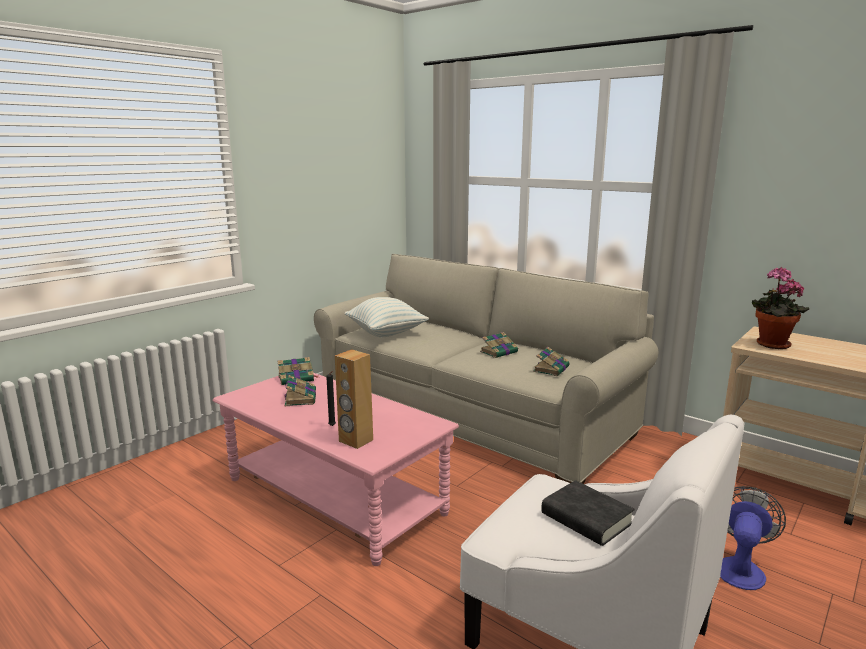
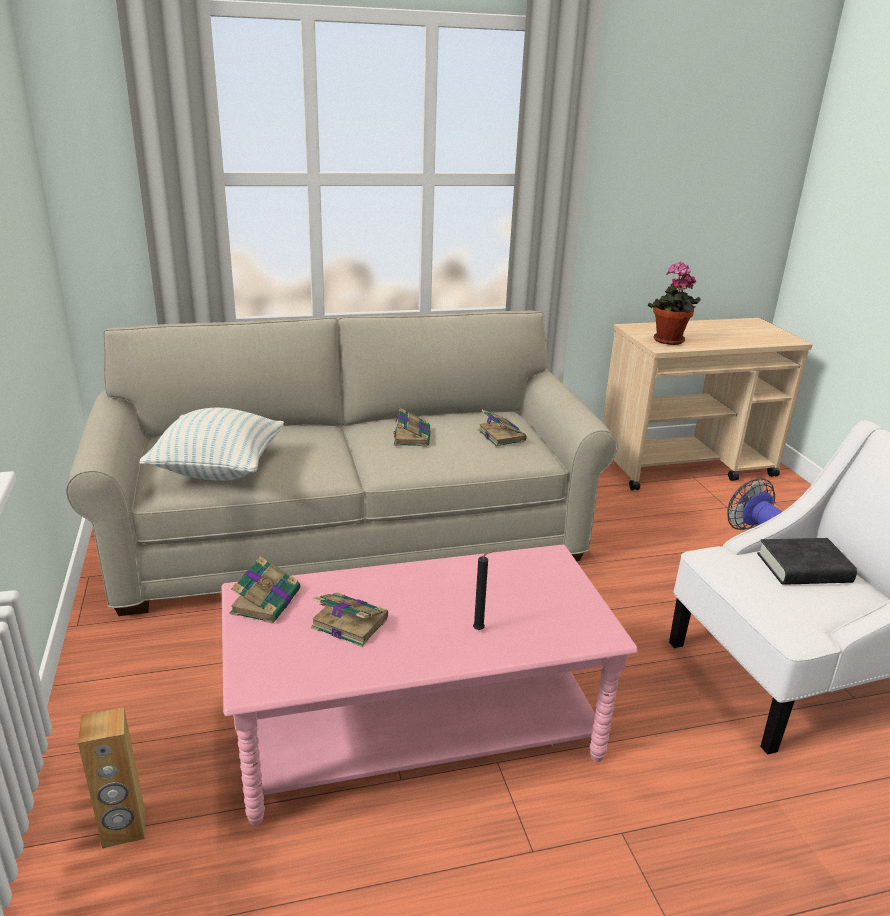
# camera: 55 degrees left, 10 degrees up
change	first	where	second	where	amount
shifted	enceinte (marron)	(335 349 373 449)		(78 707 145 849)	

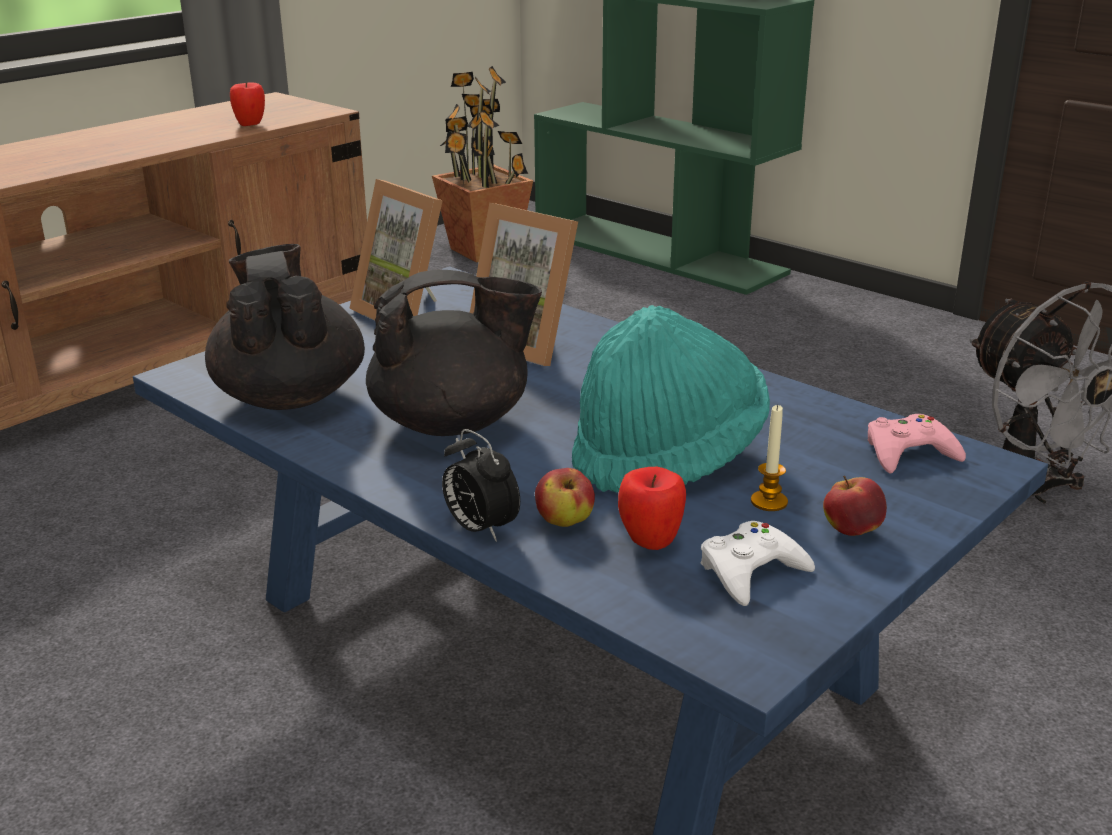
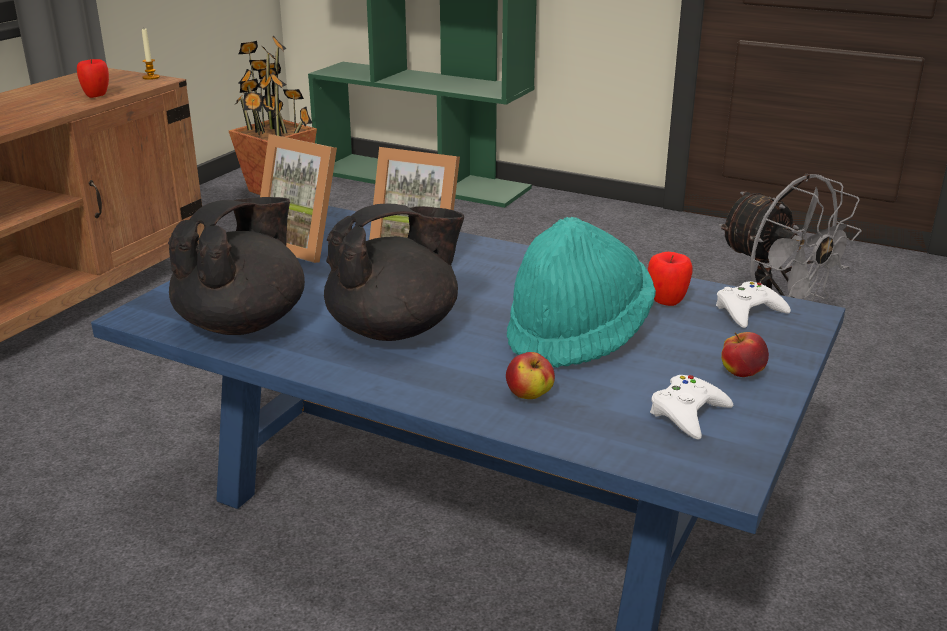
# camera: 15 degrees left, 0 degrees up
change	first	where	second	where	amount
shifted	bougie	(751 404 788 511)		(142 28 160 80)	
rotated	théière (noir)	(205 244 365 410)		(168 197 305 335)	60 degrees clockwise
shifted	pomme	(618 467 686 550)		(648 252 692 306)	
repainted	manette (rose)	(868 414 966 473)	manette (blanc)	(716 281 791 328)	
gone	réveil	(442 429 520 542)			

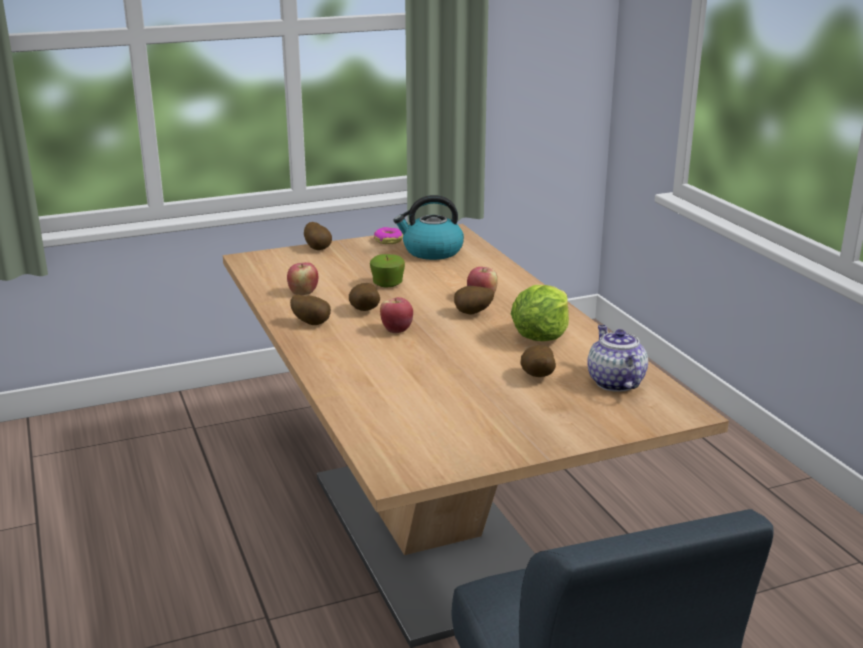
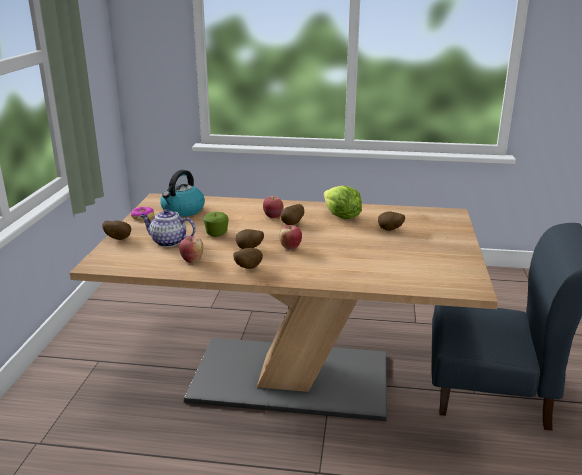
# camera: 60 degrees left, 0 degrees up
change	first	where	second	where	amount
shifted	théière	(587 325 648 392)		(140 209 196 247)	

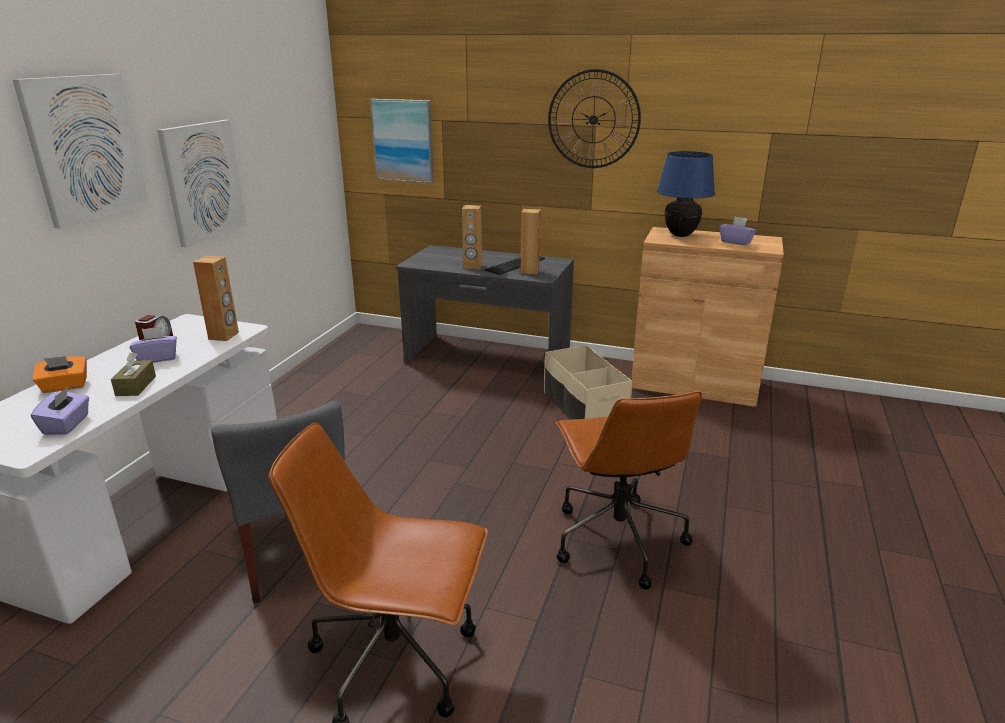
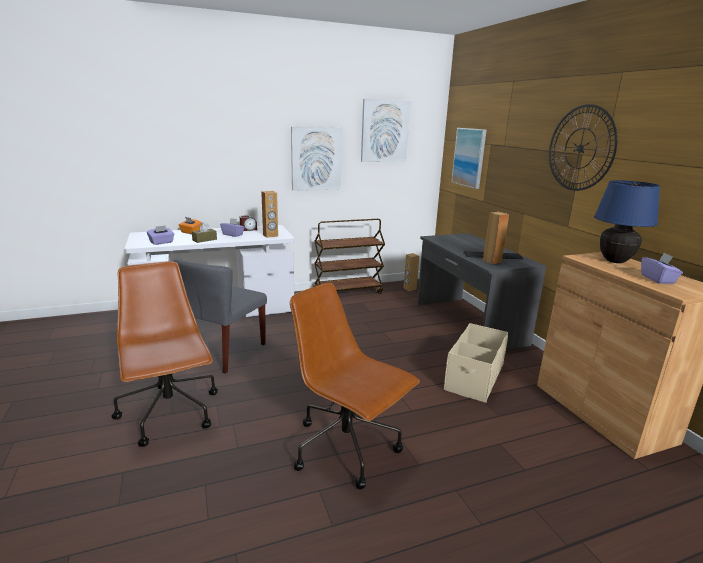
# camera: 50 degrees right, 5 degrees down
change	first	where	second	where	amount
rotated	chaise de bureau (marron)	(556 391 702 590)		(290 283 420 490)	90 degrees clockwise
new			chariot (marron)	(313 219 385 294)	
shifted	tableau	(12 74 149 229)		(361 99 410 162)	
shifted	enceinte (marron)	(462 205 483 269)		(404 253 419 291)	

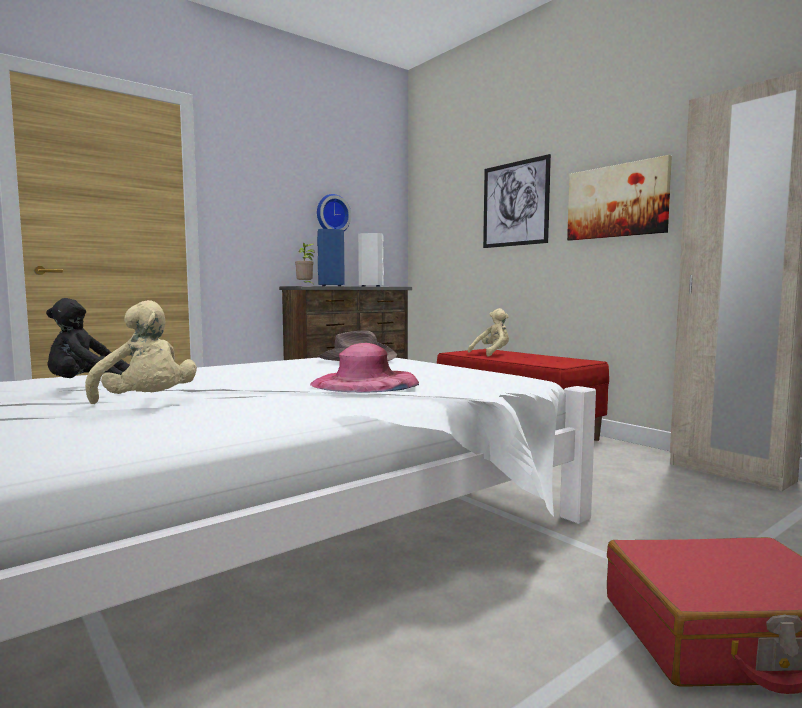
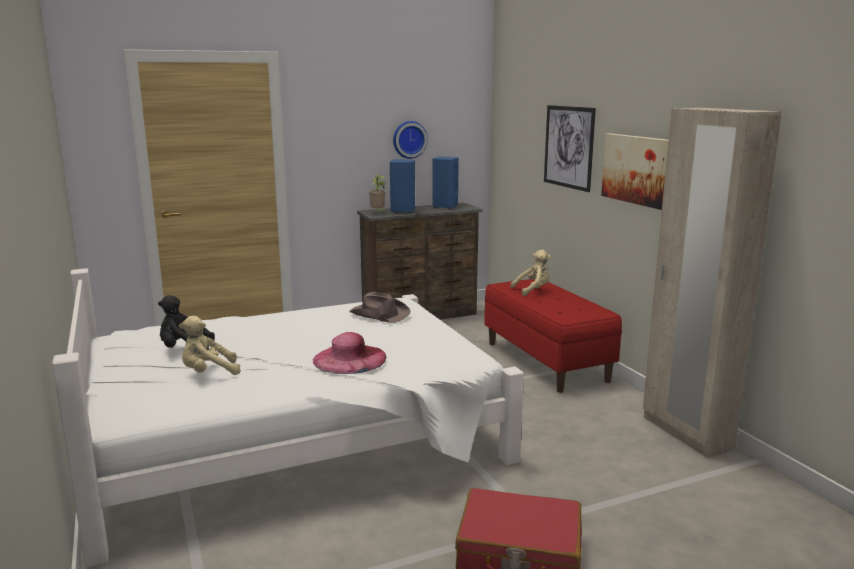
# camera: 15 degrees right, 10 degrees up
change	first	where	second	where	amount
rotated	peluche (beige)	(85 300 197 404)		(179 316 241 375)	105 degrees clockwise
repainted	enceinte (blanc)	(358 233 384 287)	enceinte (bleu)	(433 157 459 209)	

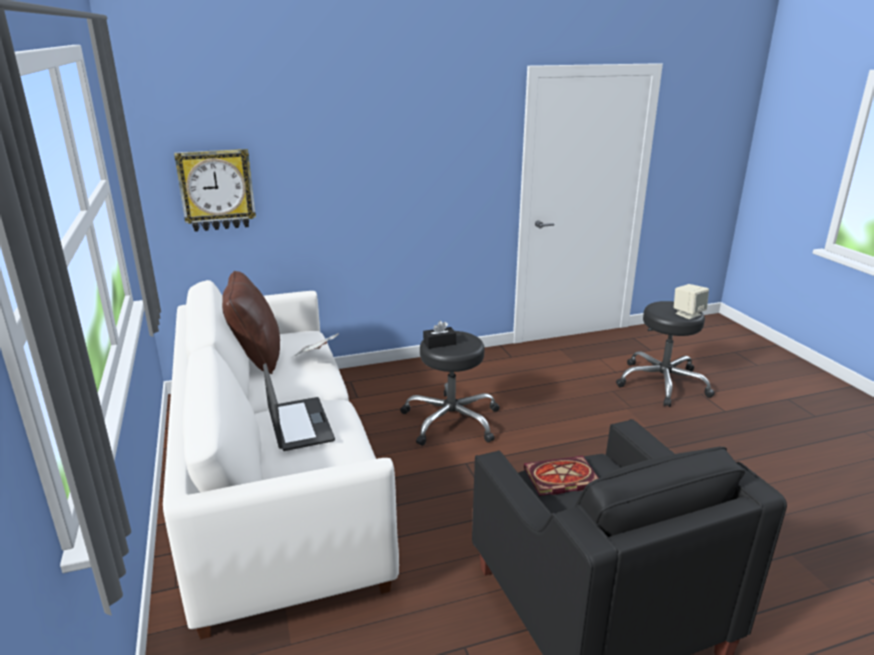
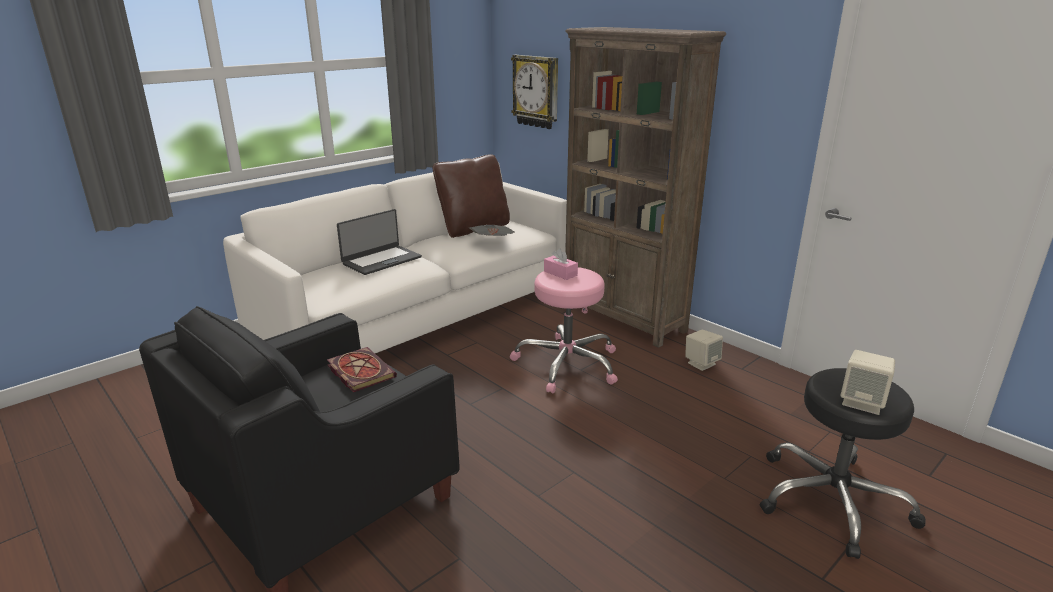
# camera: 65 degrees right, 0 degrees up
change	first	where	second	where	amount
repainted	tabouret (noir)	(400 331 500 446)	tabouret (rose)	(510 267 618 393)	
repainted	boîte à mouchoirs (noir)	(423 321 456 349)	boîte à mouchoirs (rose)	(544 248 578 280)	
new			bibliothèque (marron)	(565 27 726 348)	
new			enceinte (beige)	(685 329 723 371)	

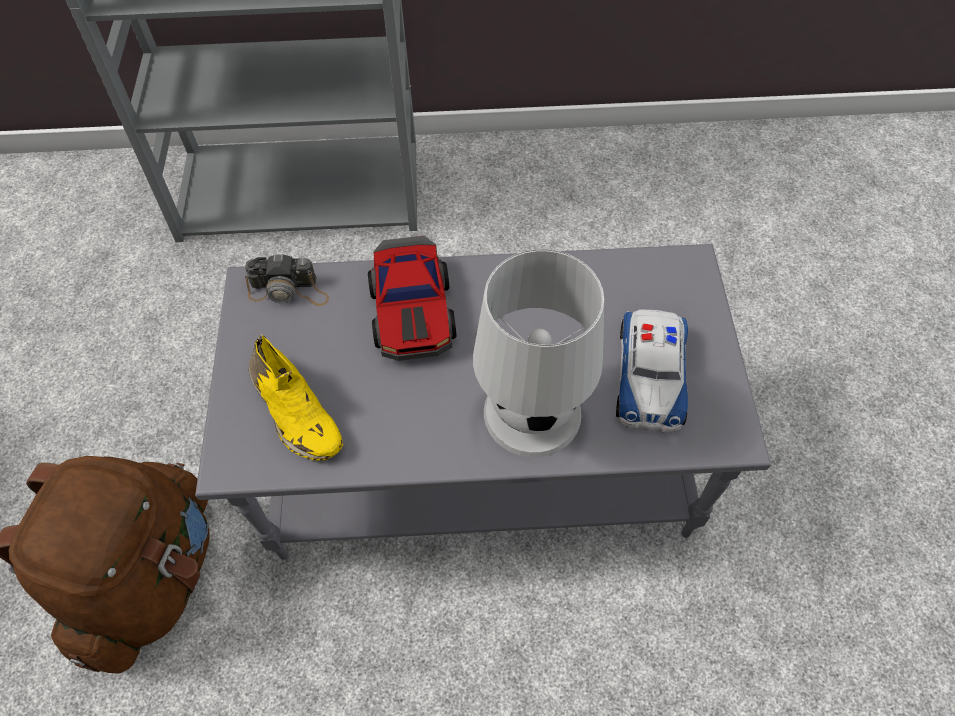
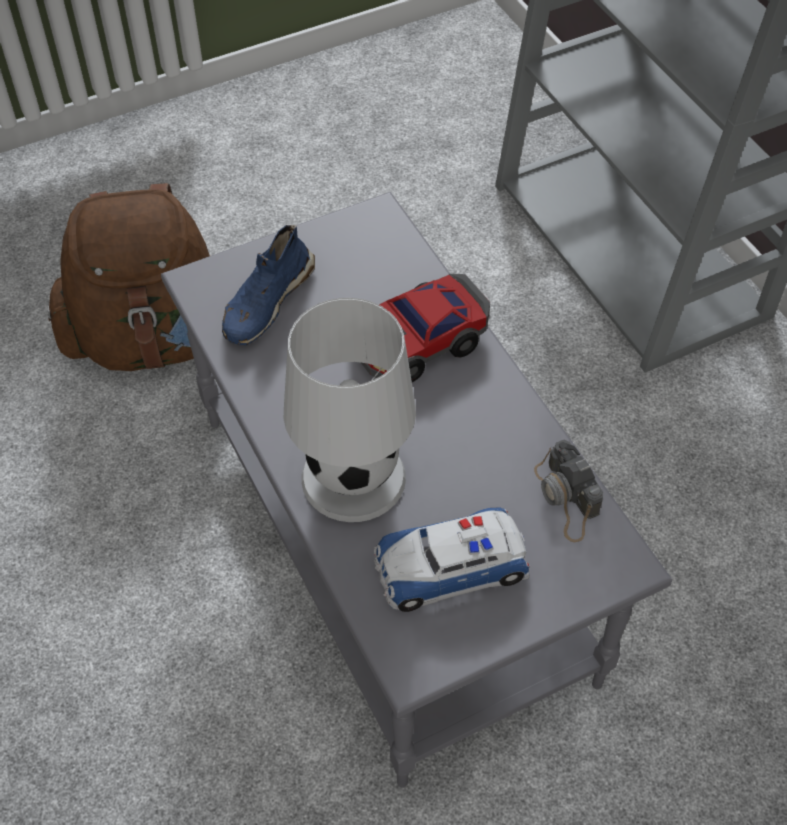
# camera: 65 degrees right, 5 degrees down
change	first	where	second	where	amount
repainted	chaussure (jaune)	(249 334 343 461)	chaussure (bleu)	(222 225 315 345)	
shifted	appareil photo	(245 254 329 306)		(534 439 603 542)	

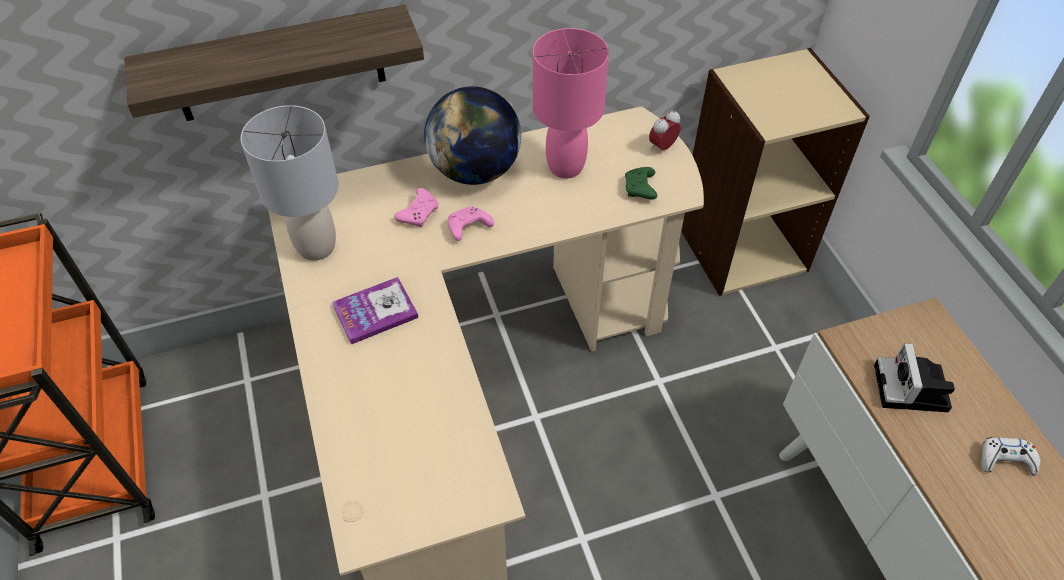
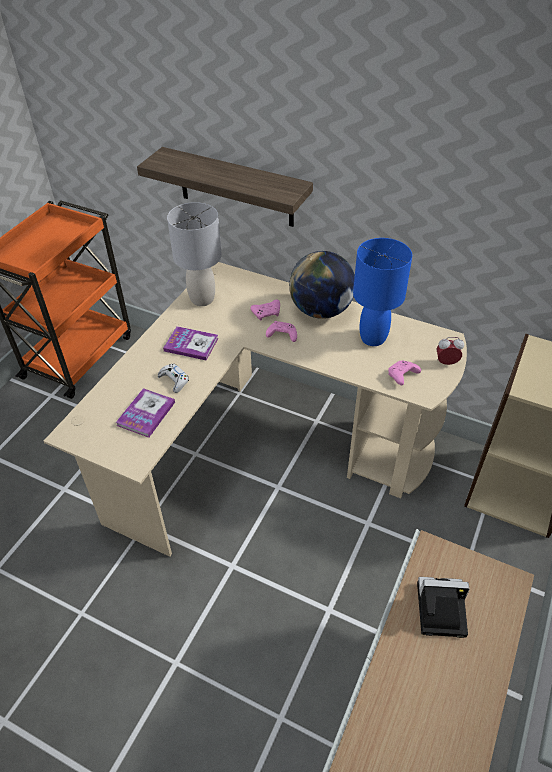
# camera: 45 degrees right, 5 degrees down
change	first	where	second	where	amount
new			livre	(116 388 175 438)	
shifted	manette (blanc)	(981 437 1040 476)		(158 364 189 393)	
repainted	lampe de table (rose)	(533 28 609 179)	lampe de table (bleu)	(353 238 412 346)	
repainted	manette (vert)	(625 167 657 200)	manette (rose)	(388 360 421 385)	
rotated	appareil photo	(874 343 955 412)		(417 577 470 638)	45 degrees clockwise

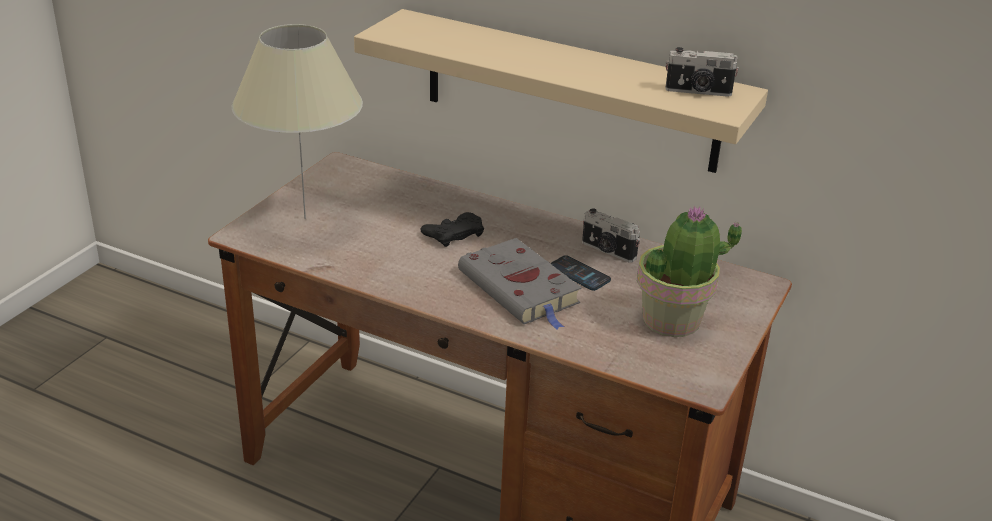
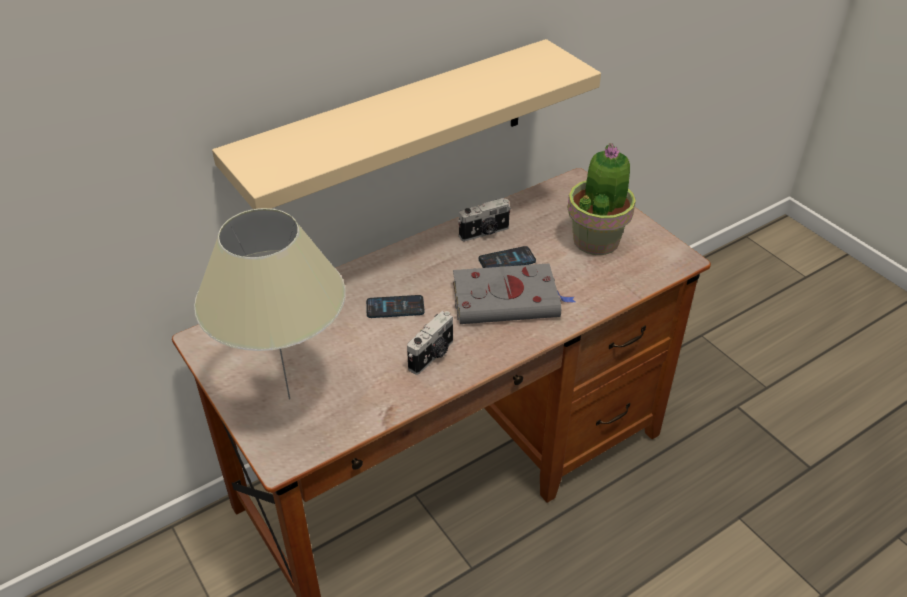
# camera: 60 degrees left, 10 degrees up
change	first	where	second	where	amount
swapped	manette (noir)	(420 212 484 247)	téléphone	(366 295 425 318)	
shifted	appareil photo	(665 47 739 97)		(407 311 453 375)	

